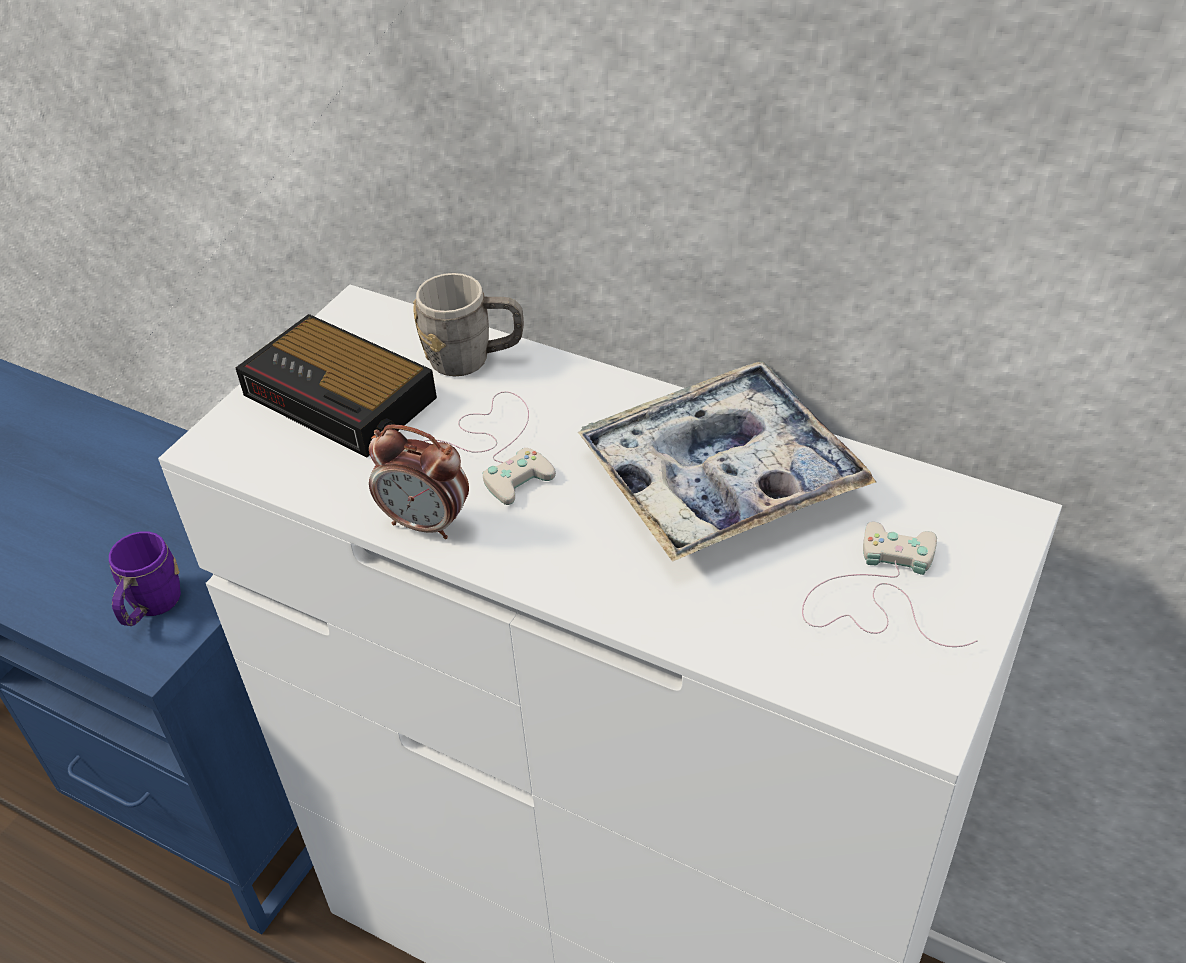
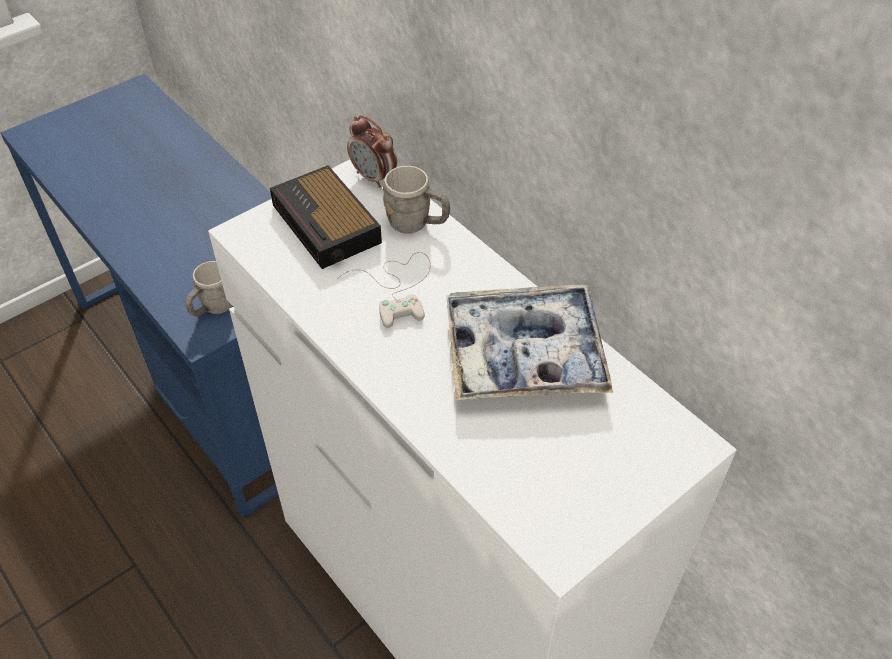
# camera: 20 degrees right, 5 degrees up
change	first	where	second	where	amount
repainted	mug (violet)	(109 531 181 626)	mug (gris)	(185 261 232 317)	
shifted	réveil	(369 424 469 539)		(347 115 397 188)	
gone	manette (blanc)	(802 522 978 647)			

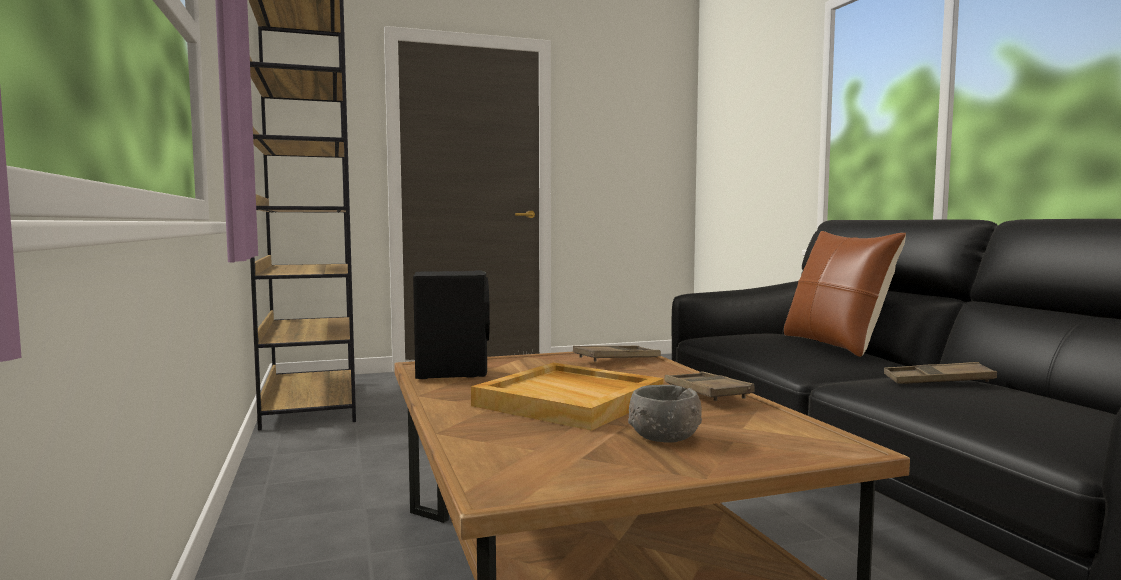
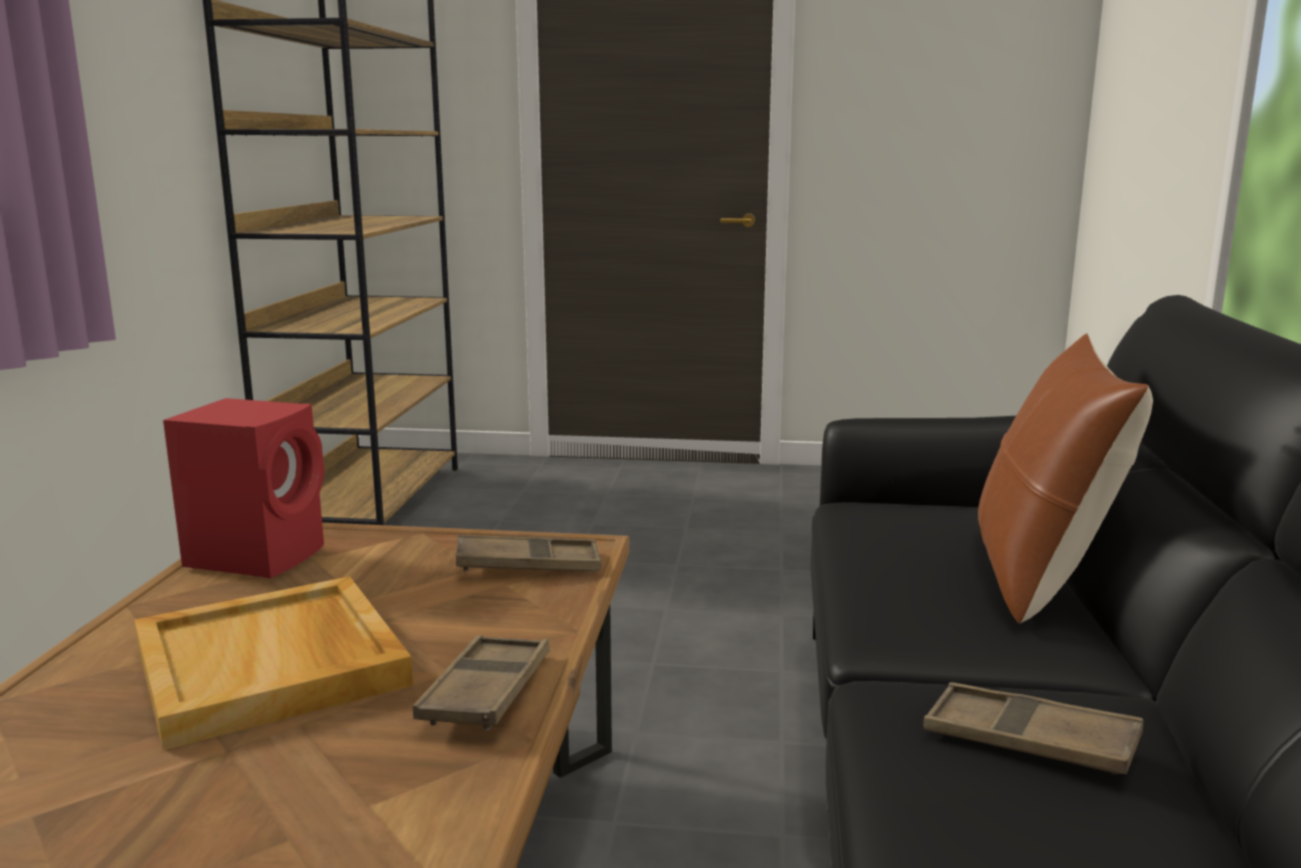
# camera: 25 degrees right, 10 degrees up
change	first	where	second	where	amount
repainted	enceinte (noir)	(413 271 490 379)	enceinte (rouge)	(163 398 324 578)	
gone	bol (gris)	(628 385 702 443)			

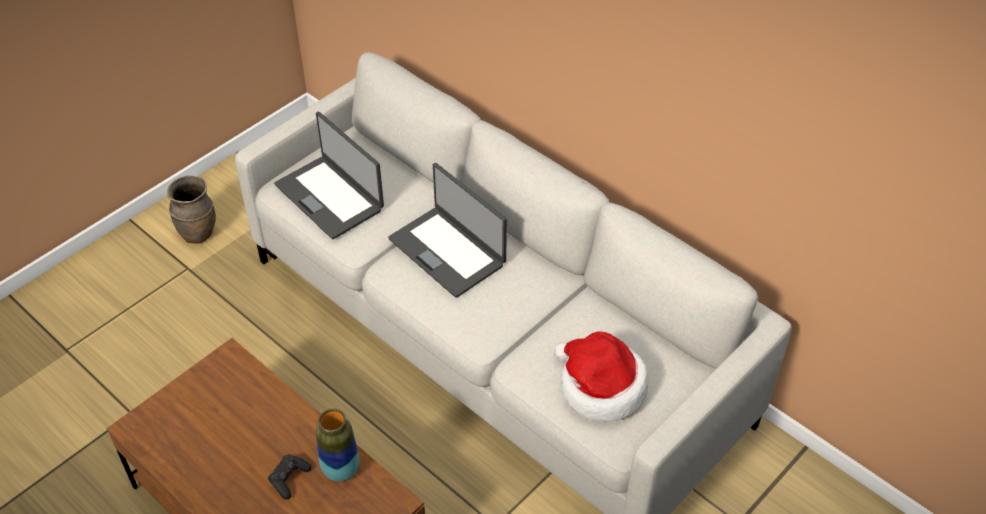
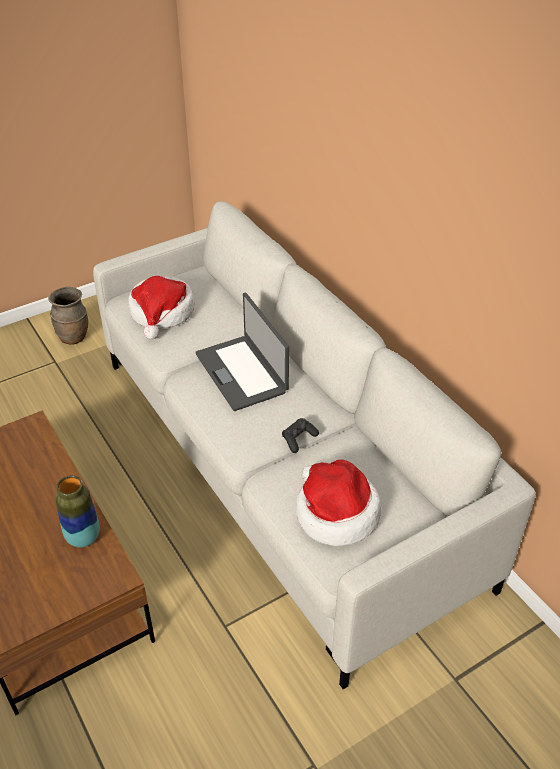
# camera: 15 degrees right, 5 degrees down
change	first	where	second	where	amount
swapped	ordinateur portable	(274 112 384 239)	chapeau	(128 276 195 340)	
shifted	manette (noir)	(268 454 311 500)		(282 418 319 453)	

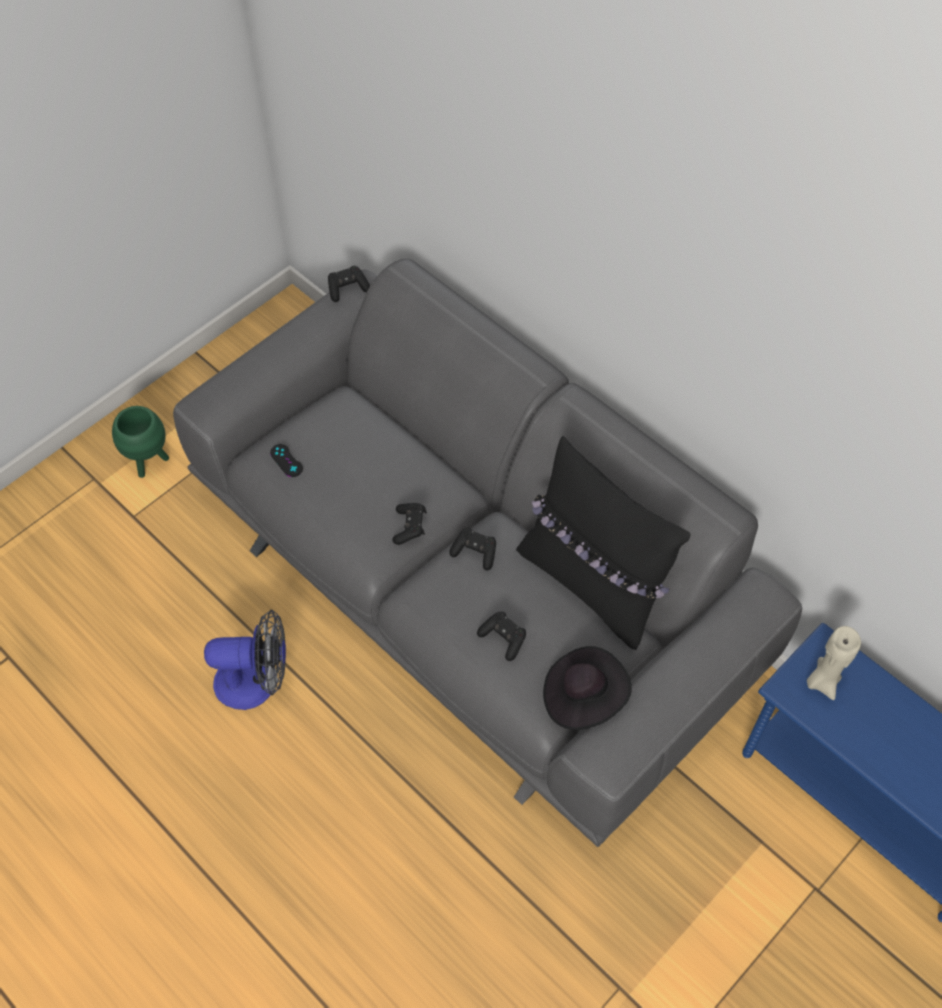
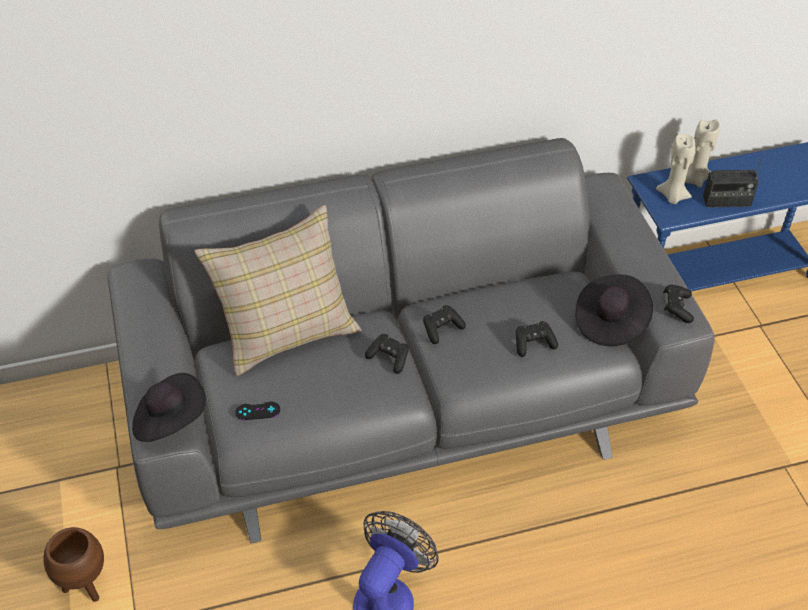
# camera: 60 degrees left, 10 degrees down
change	first	where	second	where	amount
repainted	cache-pot (vert)	(112 406 169 478)	cache-pot (marron)	(43 527 104 602)	
new			chapeau (noir)	(132 373 206 442)	
new			coussin (beige)	(194 205 361 376)	
shifted	manette (noir)	(328 266 370 302)		(663 285 694 323)	
new			bougie (beige)	(685 120 720 187)	
new			radio	(703 152 764 208)	
gone	coussin (noir)	(516 436 691 650)			

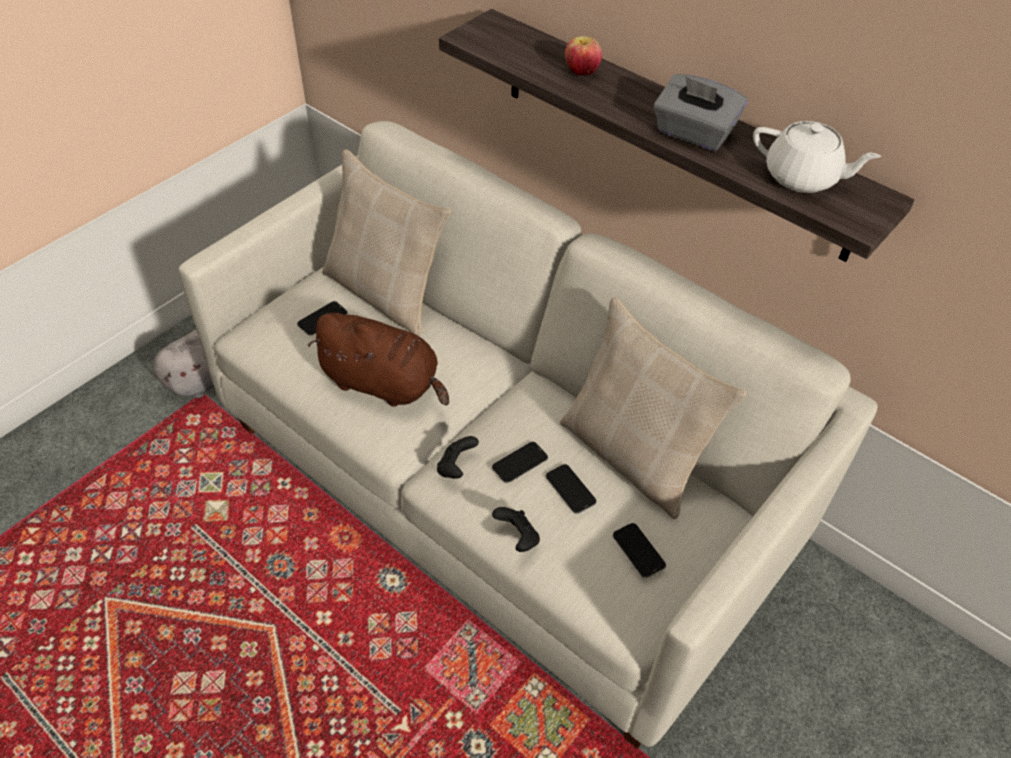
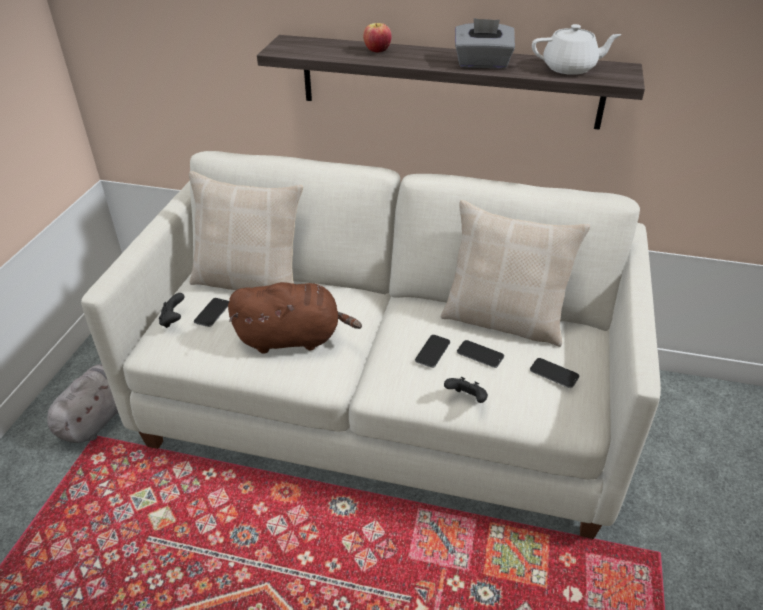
# camera: 25 degrees left, 10 degrees down
change	first	where	second	where	amount
shifted	manette (noir)	(437 436 479 479)		(159 293 185 328)	

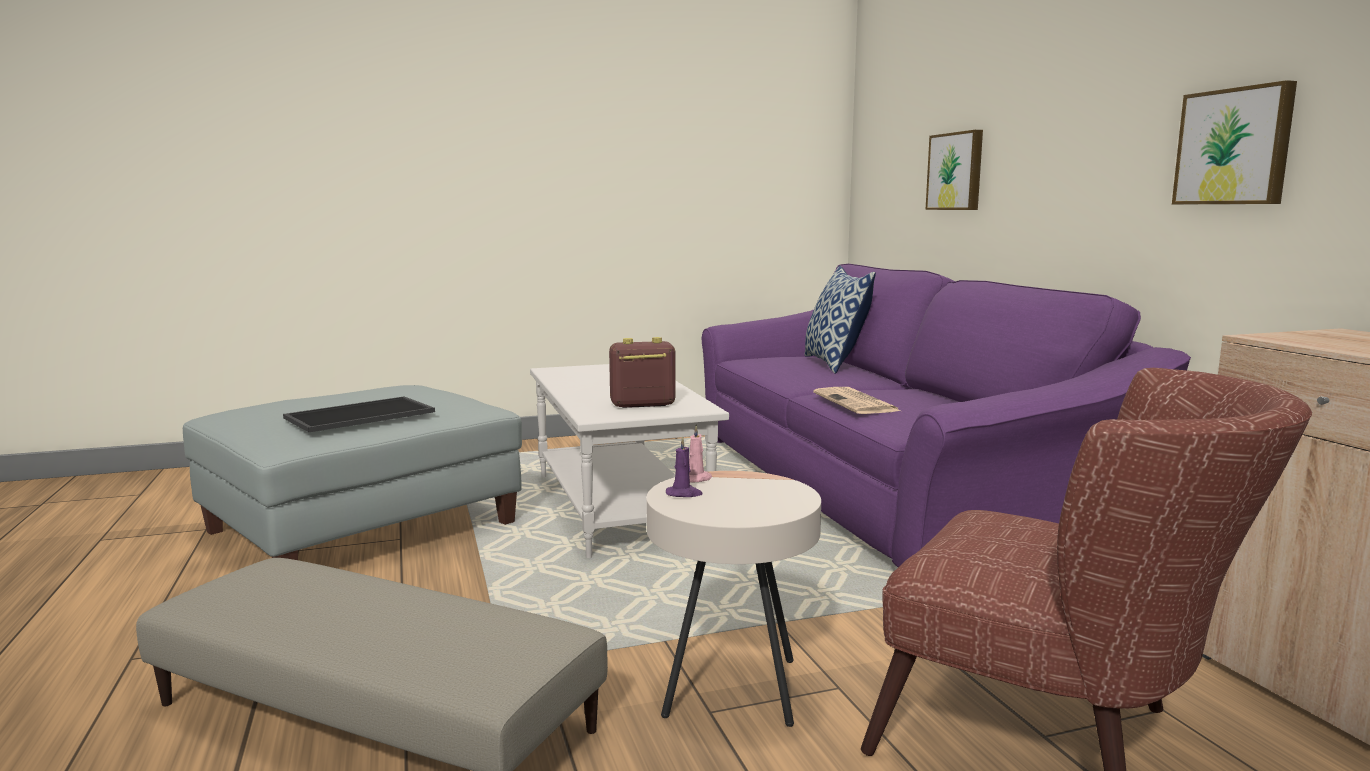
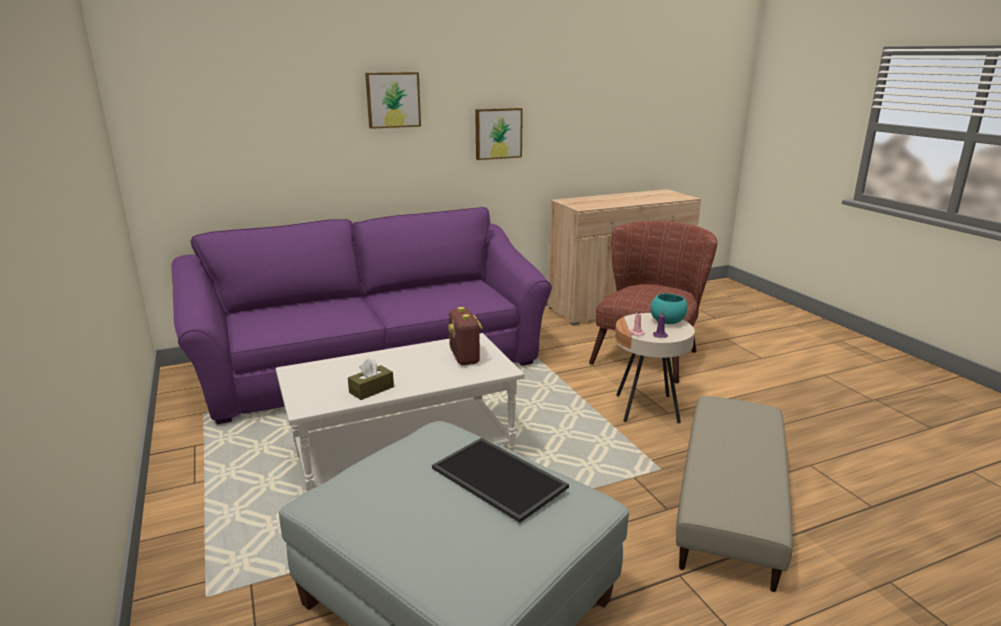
# camera: 95 degrees left, 10 degrees up
change	first	where	second	where	amount
new			boîte à mouchoirs (marron)	(348 358 394 400)	
shifted	tableau	(925 130 983 210)		(365 72 421 129)	
new			bol (turquoise)	(650 293 687 324)	
gone	coussin	(804 266 876 374)			
gone	journal	(813 387 900 414)			

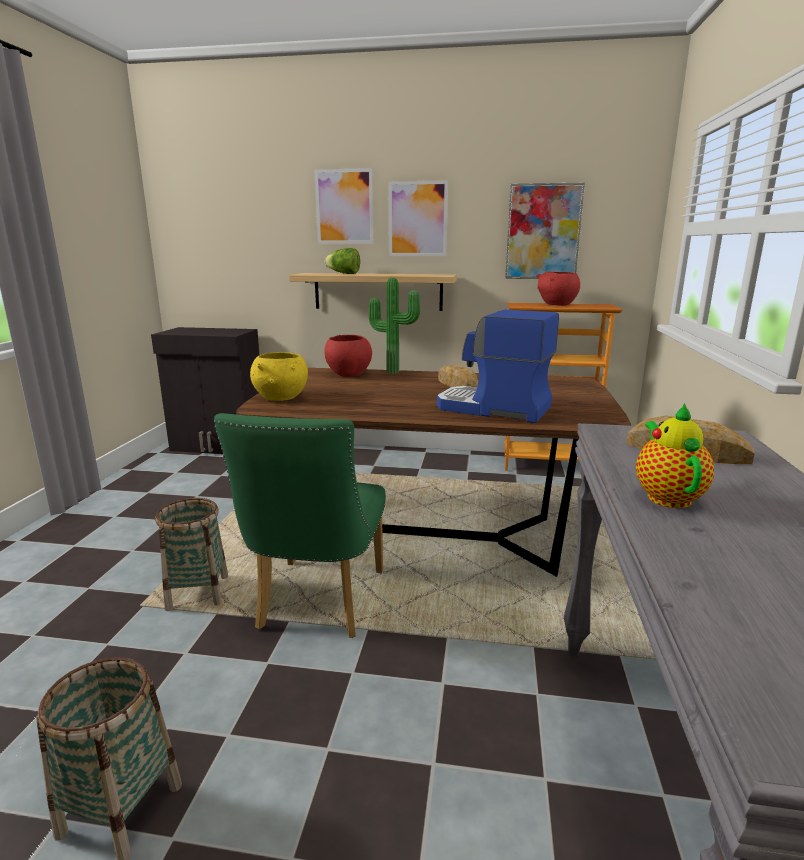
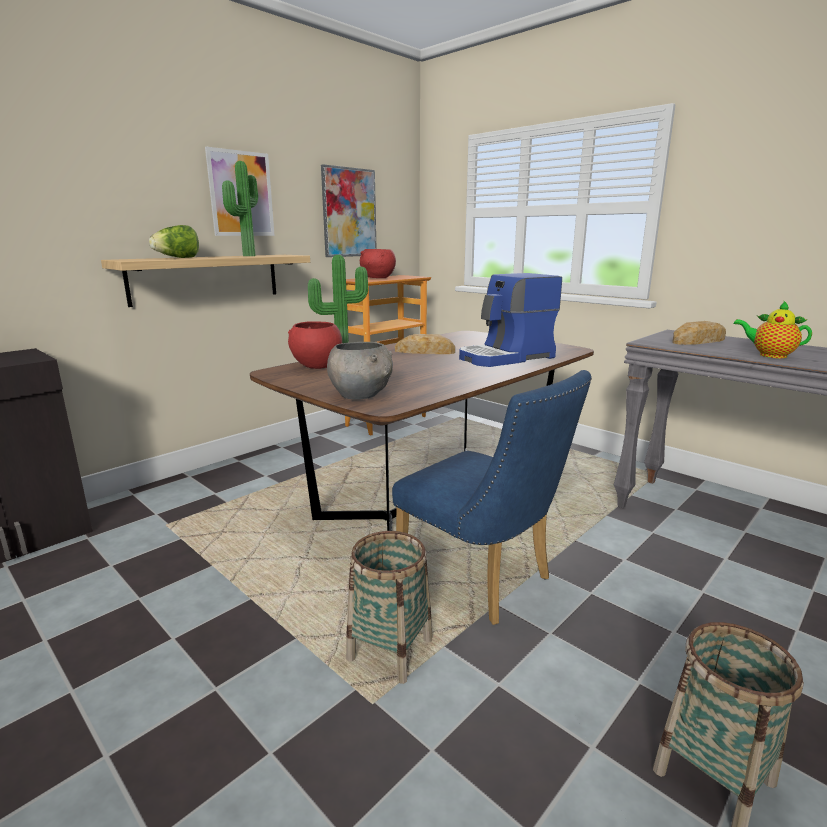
# camera: 55 degrees left, 0 degrees up
change	first	where	second	where	amount
new			plante en pot	(222 161 258 256)	
repainted	bol (jaune)	(250 352 308 401)	bol (gris)	(327 342 393 400)	
repainted	chaise (vert)	(214 413 386 638)	chaise (bleu)	(392 370 592 625)	
gone	tableau	(314 168 374 244)			

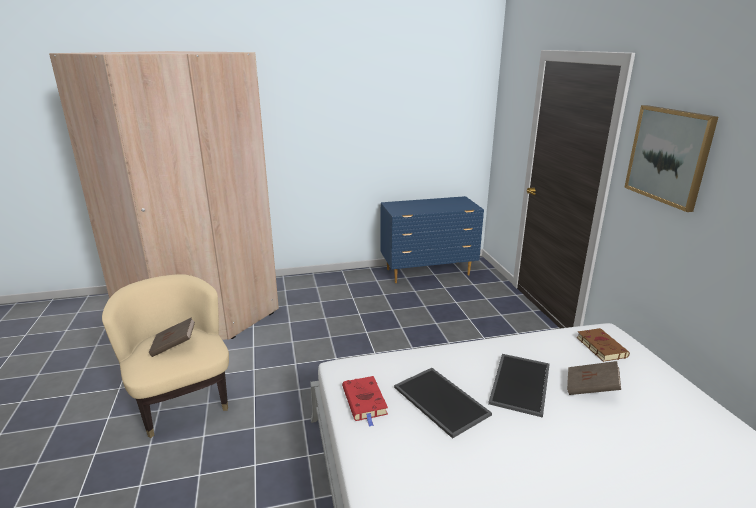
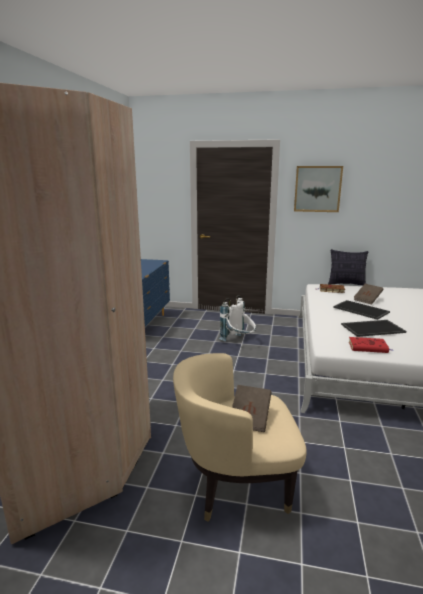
# camera: 65 degrees left, 5 degrees down
change	first	where	second	where	amount
new			sac à dos (blanc)	(219 295 256 342)	
new			coussin	(328 249 368 285)	

